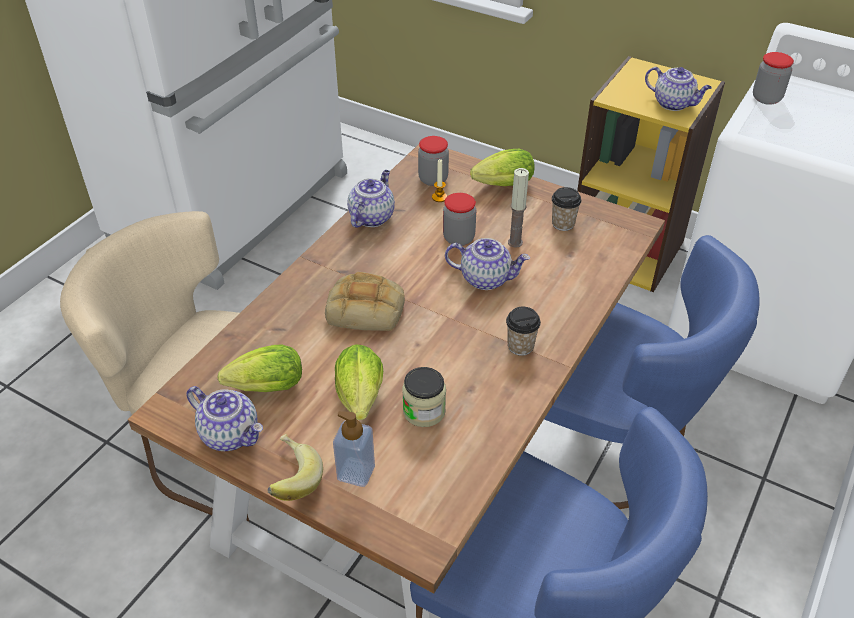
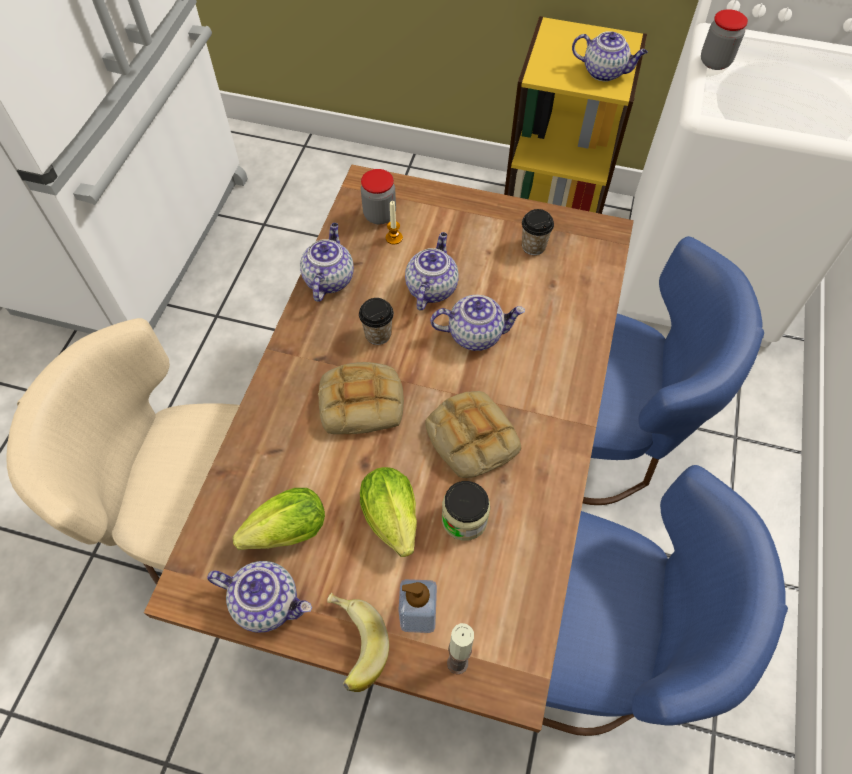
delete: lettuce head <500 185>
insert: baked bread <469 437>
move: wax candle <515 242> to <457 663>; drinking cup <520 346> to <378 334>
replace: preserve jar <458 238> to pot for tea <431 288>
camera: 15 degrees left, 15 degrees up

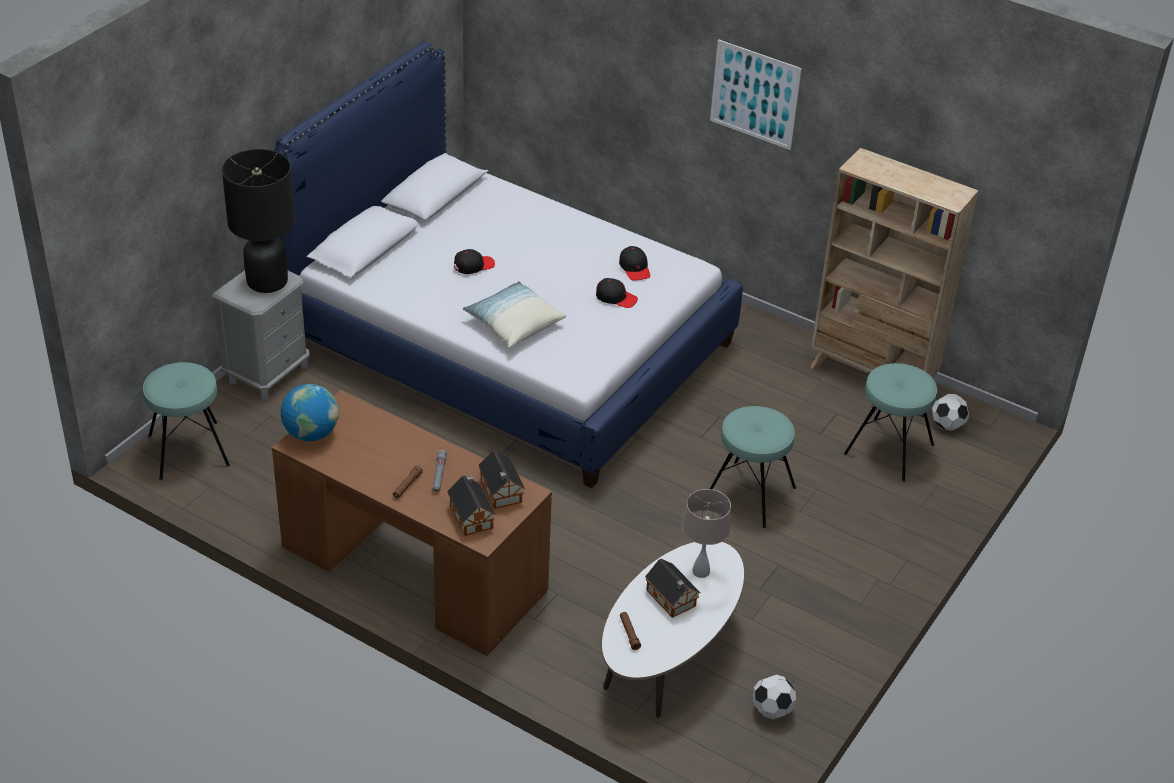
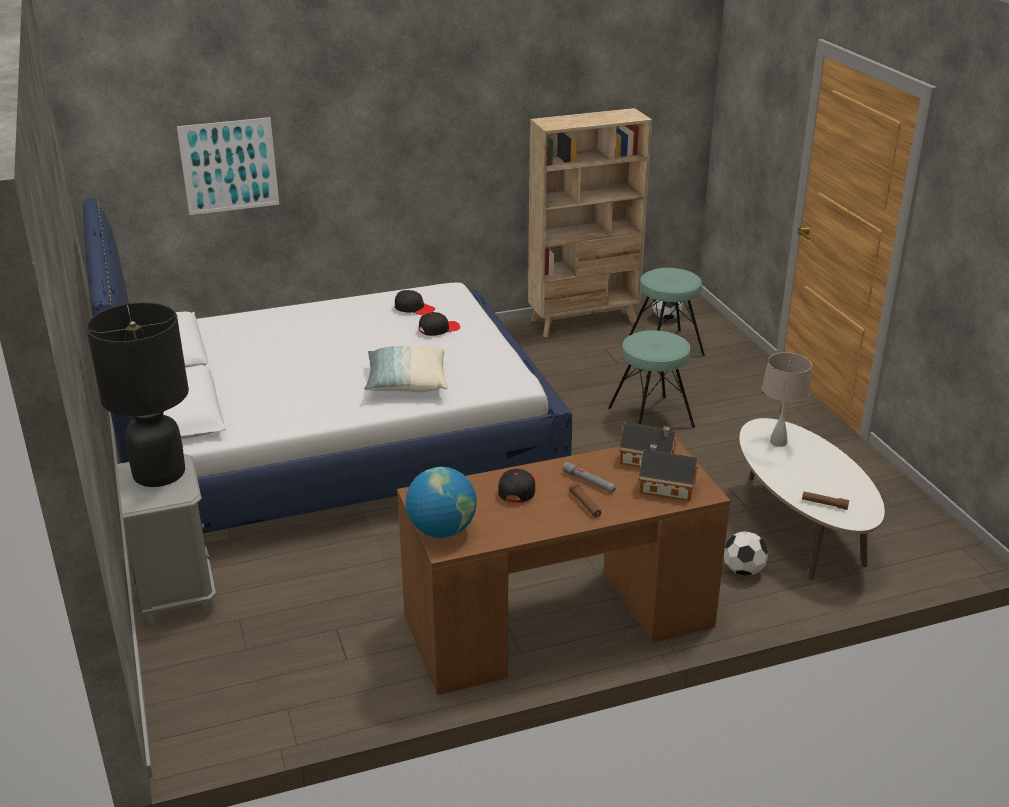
delete: blue-green stool <188 450>; toy house <671 599>
move: wall picture <754 94> to <229 166>; black cap <473 266> to <517 489>; football <772 710> to <743 570>
camera: 50 degrees left, 10 degrees down

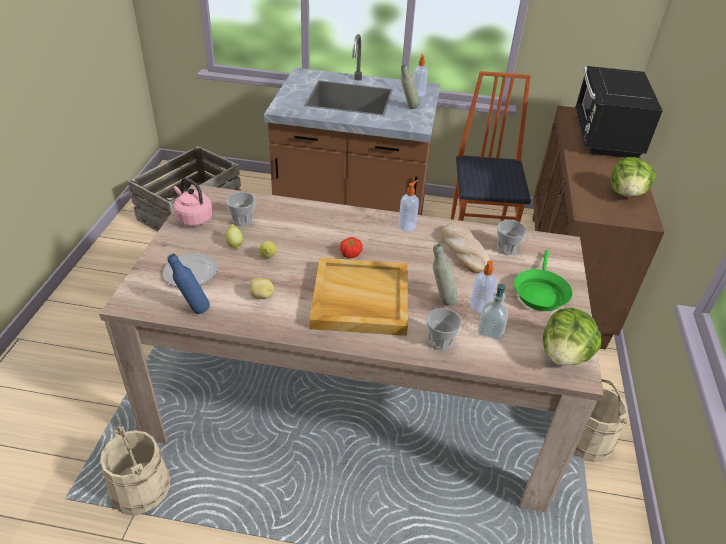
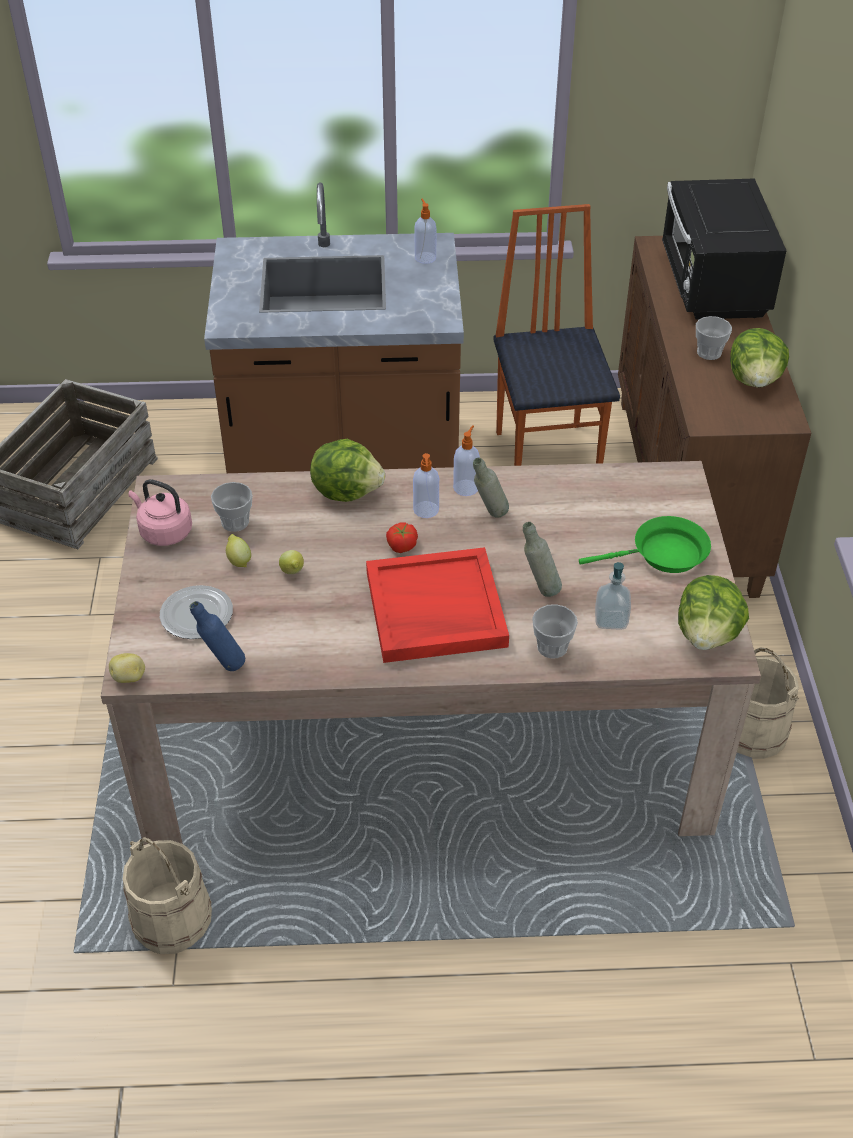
delete: baked bread <463 250>
insert: lettuce head <347 491>
move: greyish beverage bottle <408 108> to <489 516>; drinking cup <507 249> to <709 352>; liquid soap bottle <480 307> to <426 510>; whole potato <262 296> to <129 678>
recolor: sand-coloured serving tray <359 300> to red-coloured serving tray <434 610>
rotate: greenish pan <540 293> = <663 555> 105 degrees counterclockwise
camera: 10 degrees left, 5 degrees up

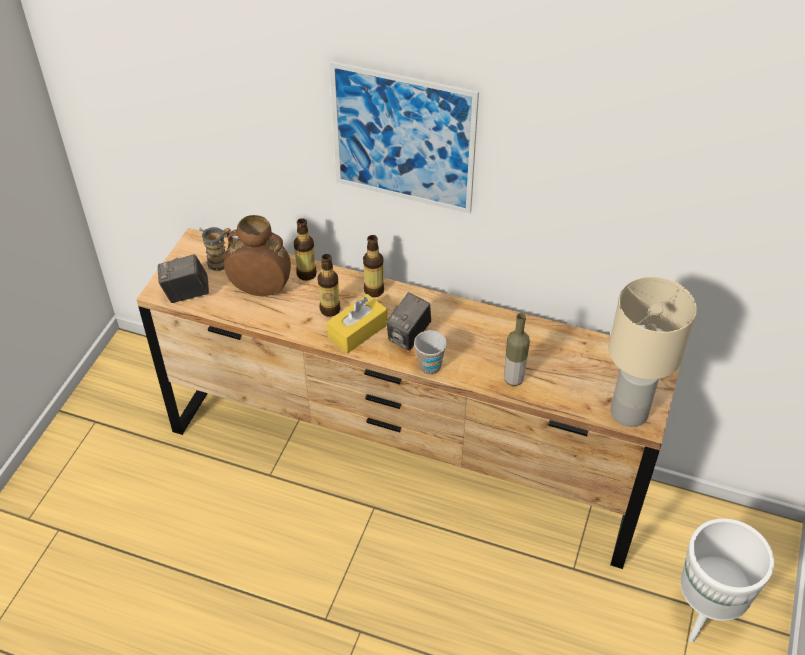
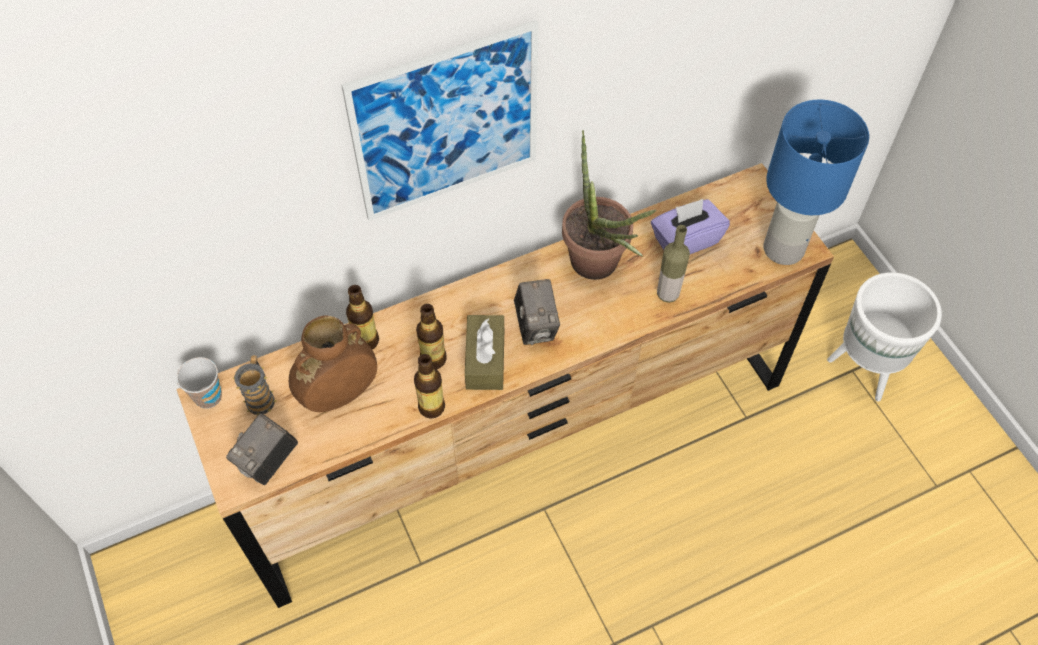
insert: houseplant <599 269>; purplish box of tissues <685 240>
move: beverage bottle <373 290> to <431 407>; drinking cup <429 366> to <208 397>
recolor: sand-coloured lamp for a table <628 411> to bluish lamp for a table <782 248>; yellow-coloured box of tissues <357 331> to brownish box of tissues <485 359>
camera: 45 degrees left, 10 degrees up

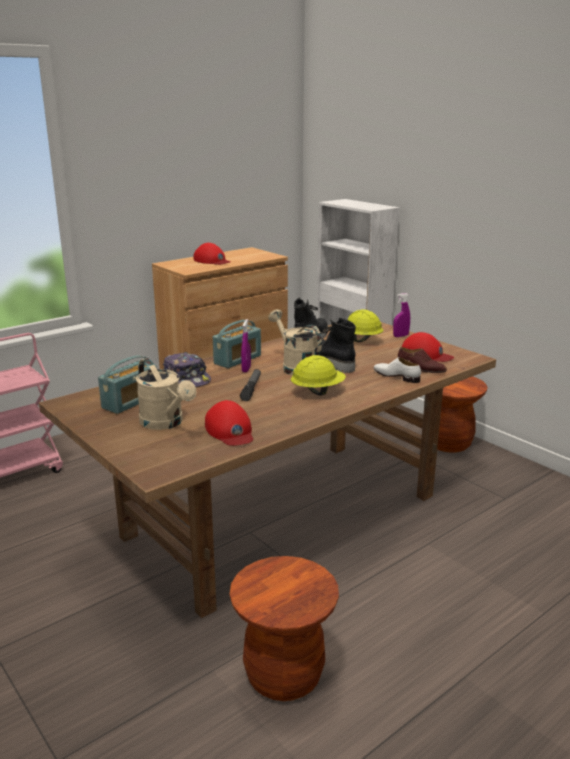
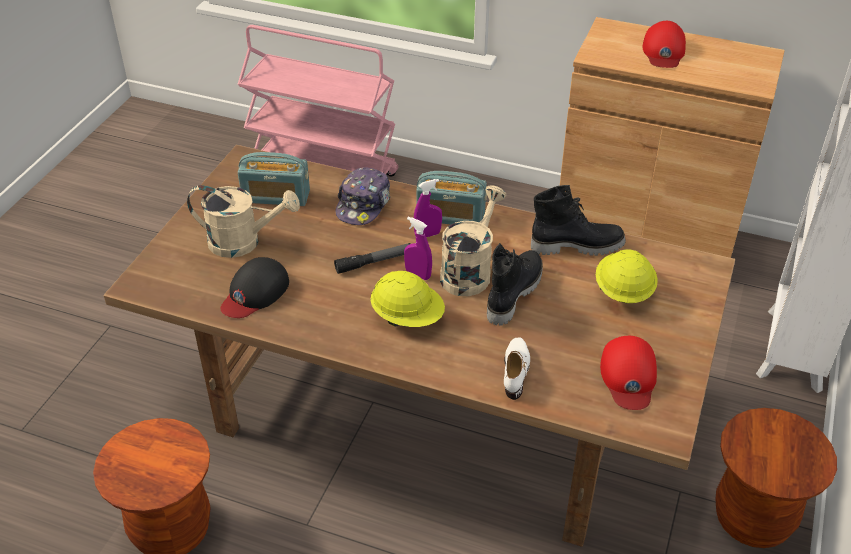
delete: brownish low shoe <421 369>
move: purplish sprayer <400 336> to <418 274>
recolor: red-coloured cap <230 431> to black cap <255 293>
rotate: sand-coloured sprinkling can <166 423> = <244 242> 105 degrees counterclockwise
camera: 60 degrees right, 20 degrees up

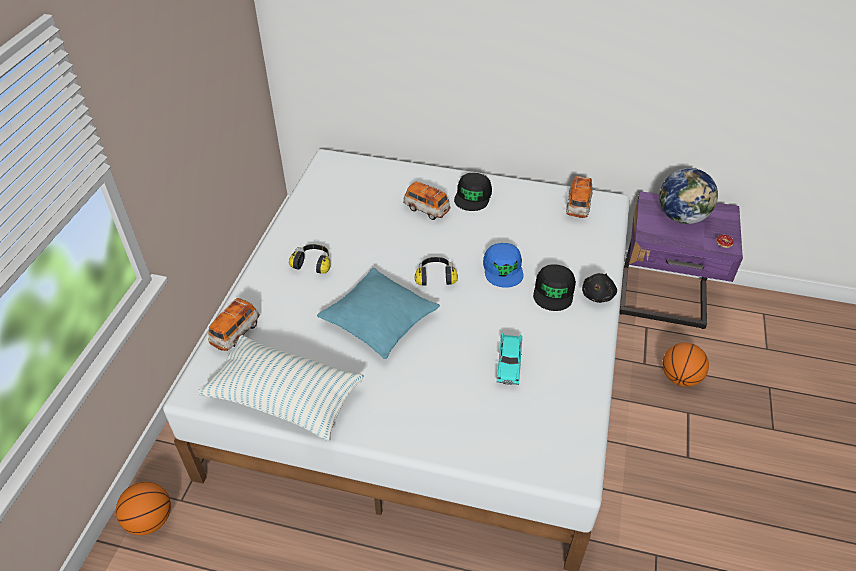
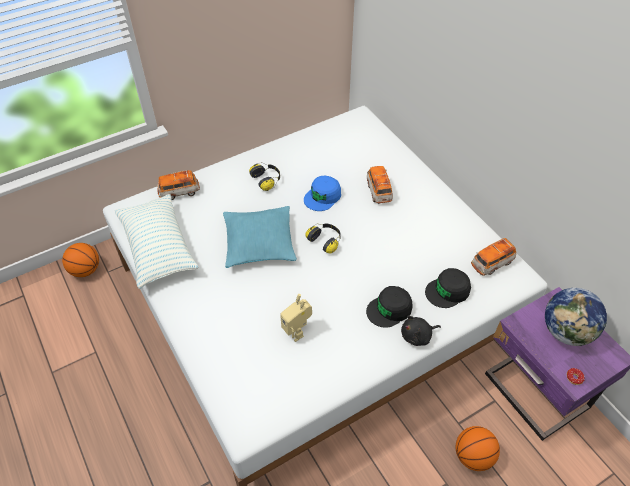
move: black cap <473 196> to <448 291>; bluish cap <503 269> to <323 196>
replace: blue-green miniature car <509 363> to robot figure <297 331>
camera: 45 degrees right, 5 degrees up

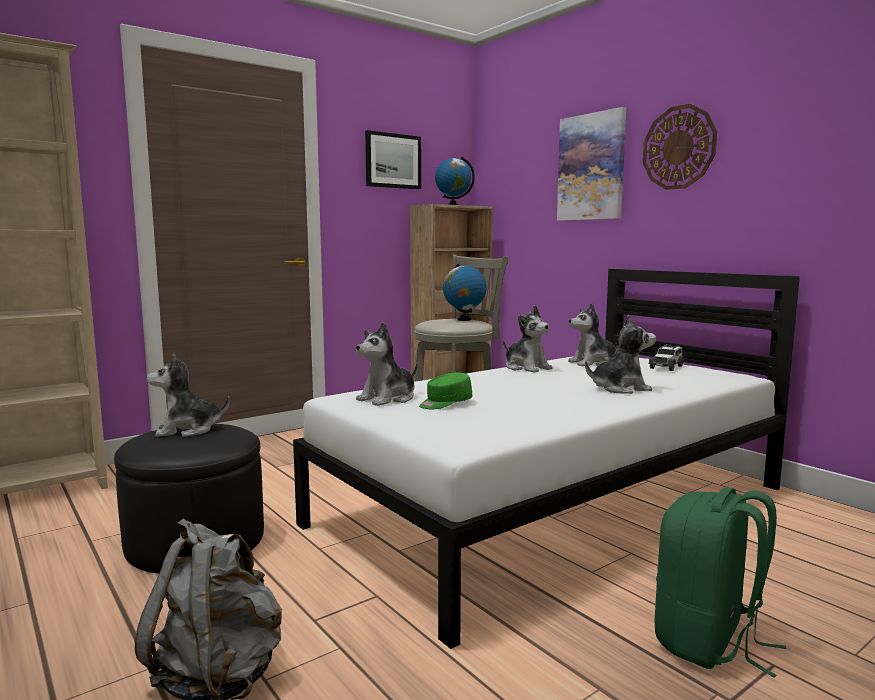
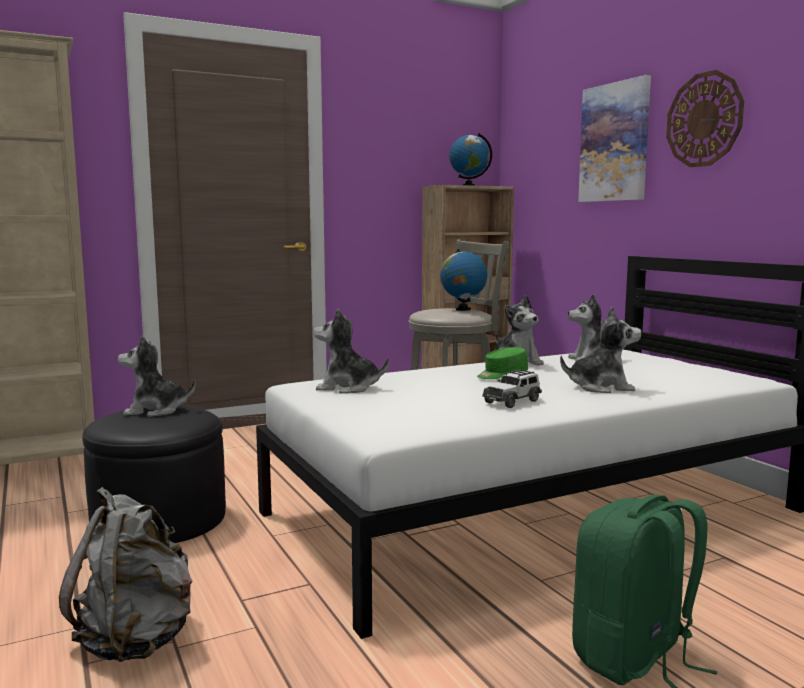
delete: wall picture <392 161>
move: miniature car <666 367> to <512 401>; greenish cap <445 403> to <501 375>
rotate: plush toy <388 398> = <347 388> 45 degrees clockwise
camera: 10 degrees right, 0 degrees up

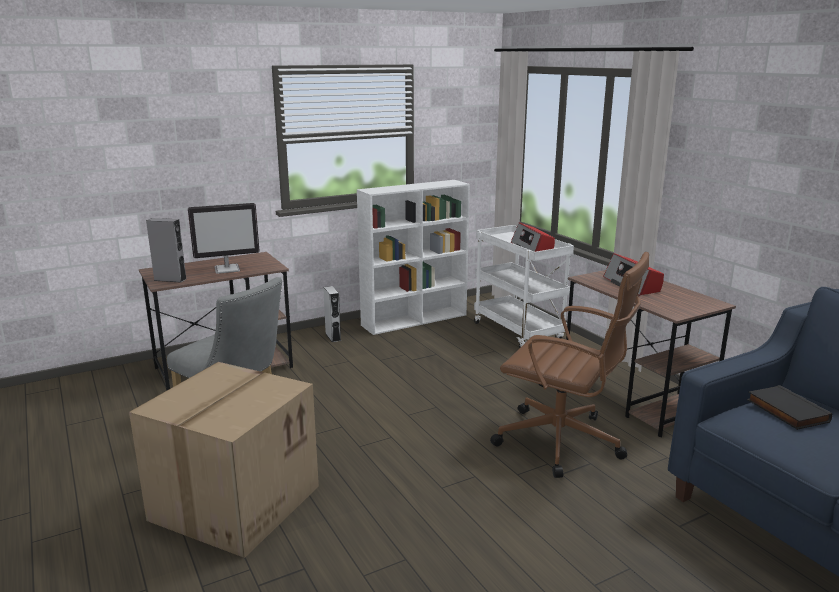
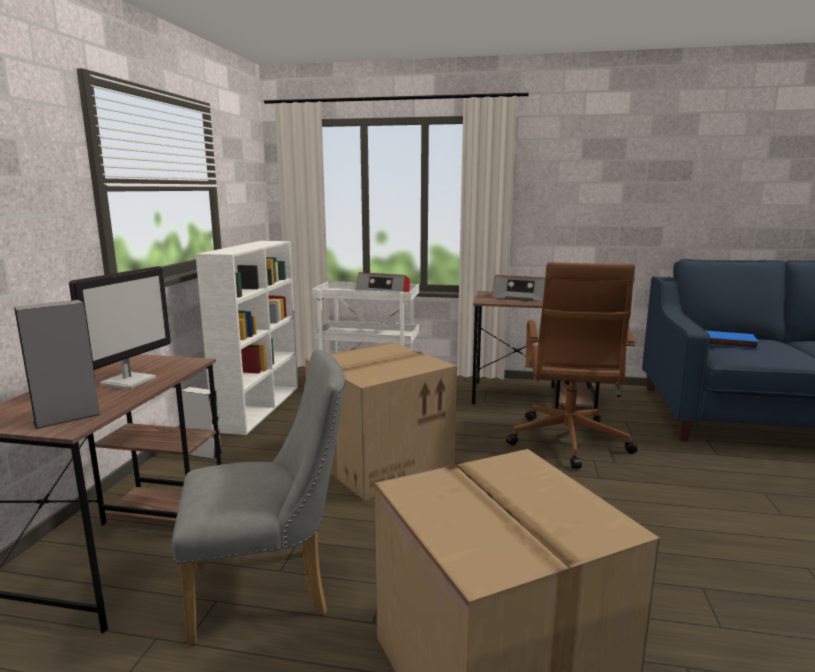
insert: carton <381 460>
recolor: black book <785 411> to bluish book <728 343>
rotate: brownish computer chair <562 442> = <568 442> 120 degrees clockwise
camera: 50 degrees left, 5 degrees down

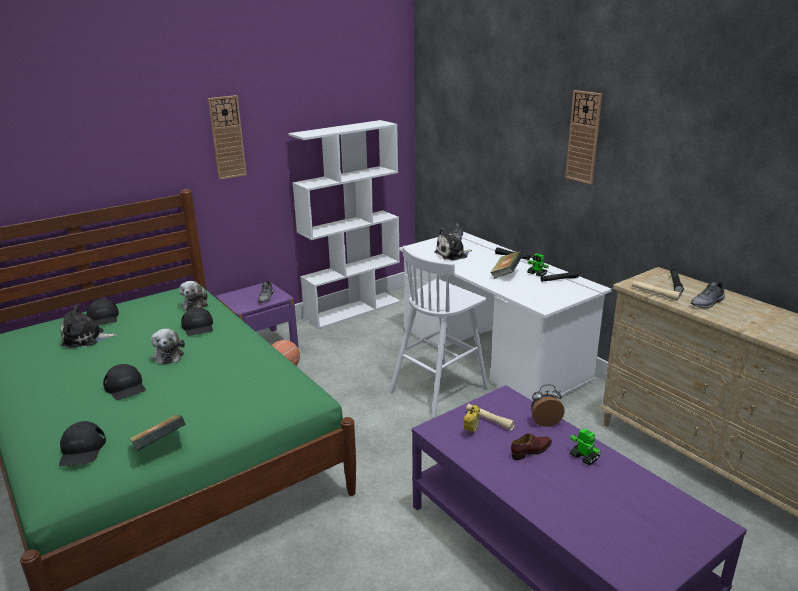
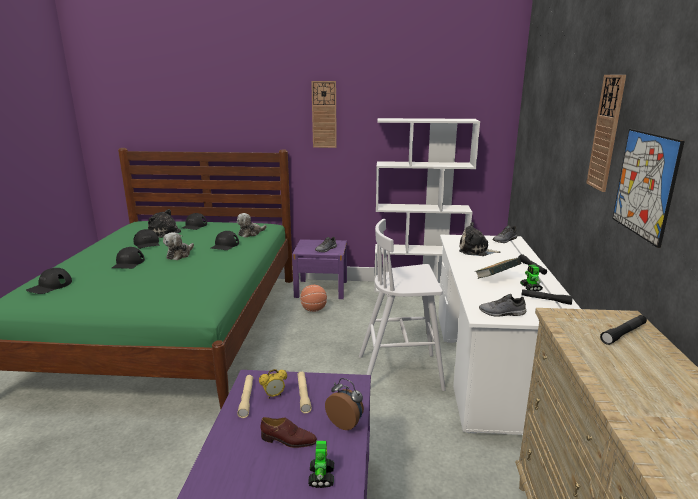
delete: book <160 446>
insert: wall picture <645 184>; black cap <147 244>
move: sand-coloured hand torch <655 294> to <246 399>; greyish low shoe <707 303> to <502 313>
camera: 40 degrees right, 5 degrees down

